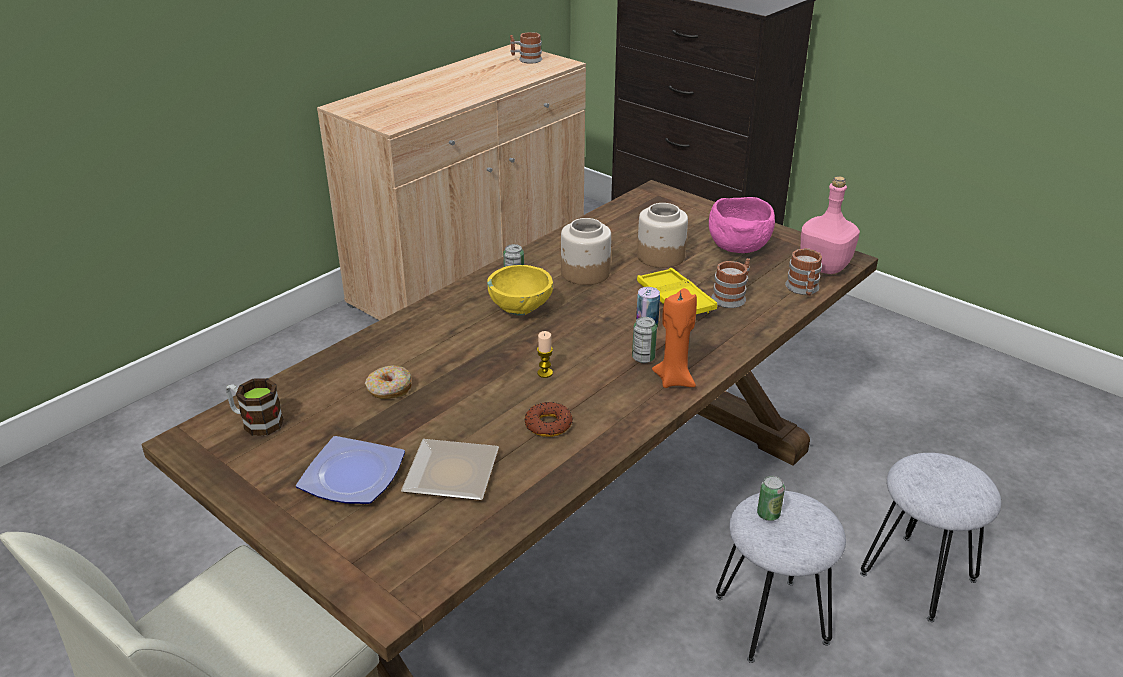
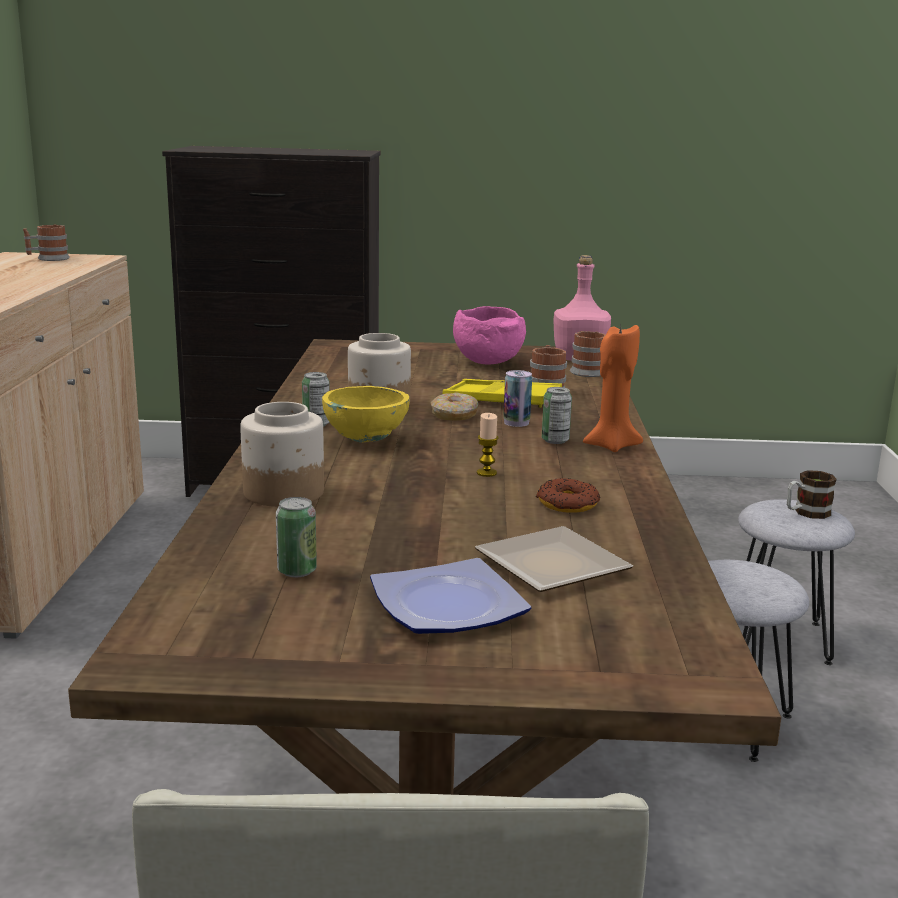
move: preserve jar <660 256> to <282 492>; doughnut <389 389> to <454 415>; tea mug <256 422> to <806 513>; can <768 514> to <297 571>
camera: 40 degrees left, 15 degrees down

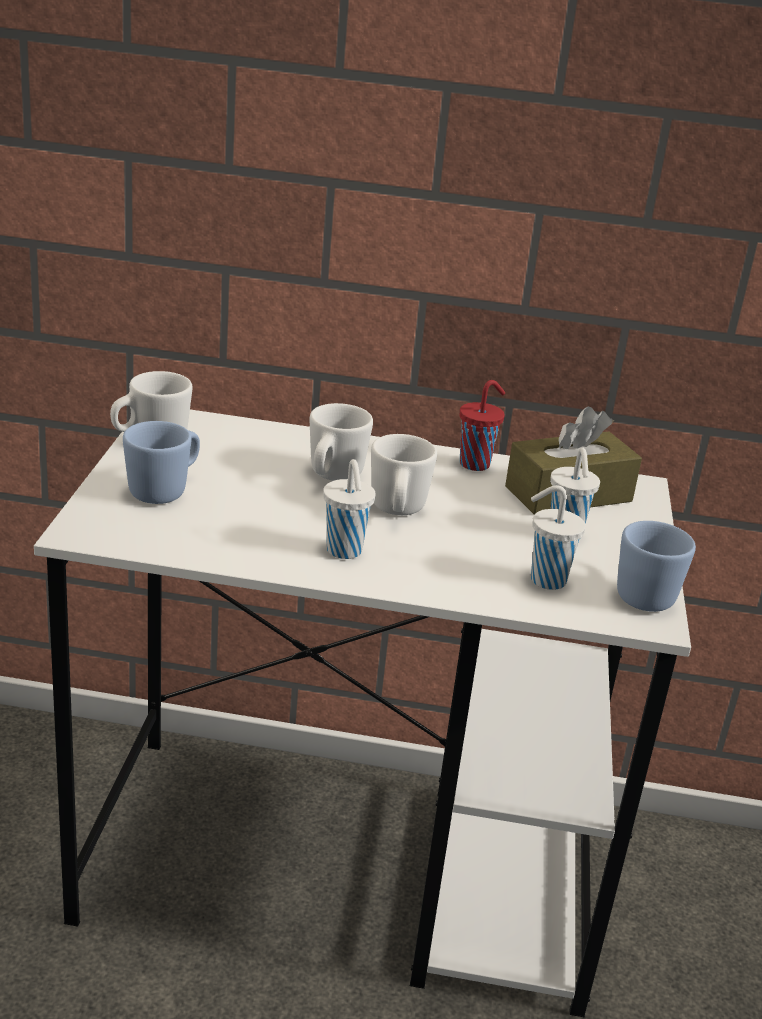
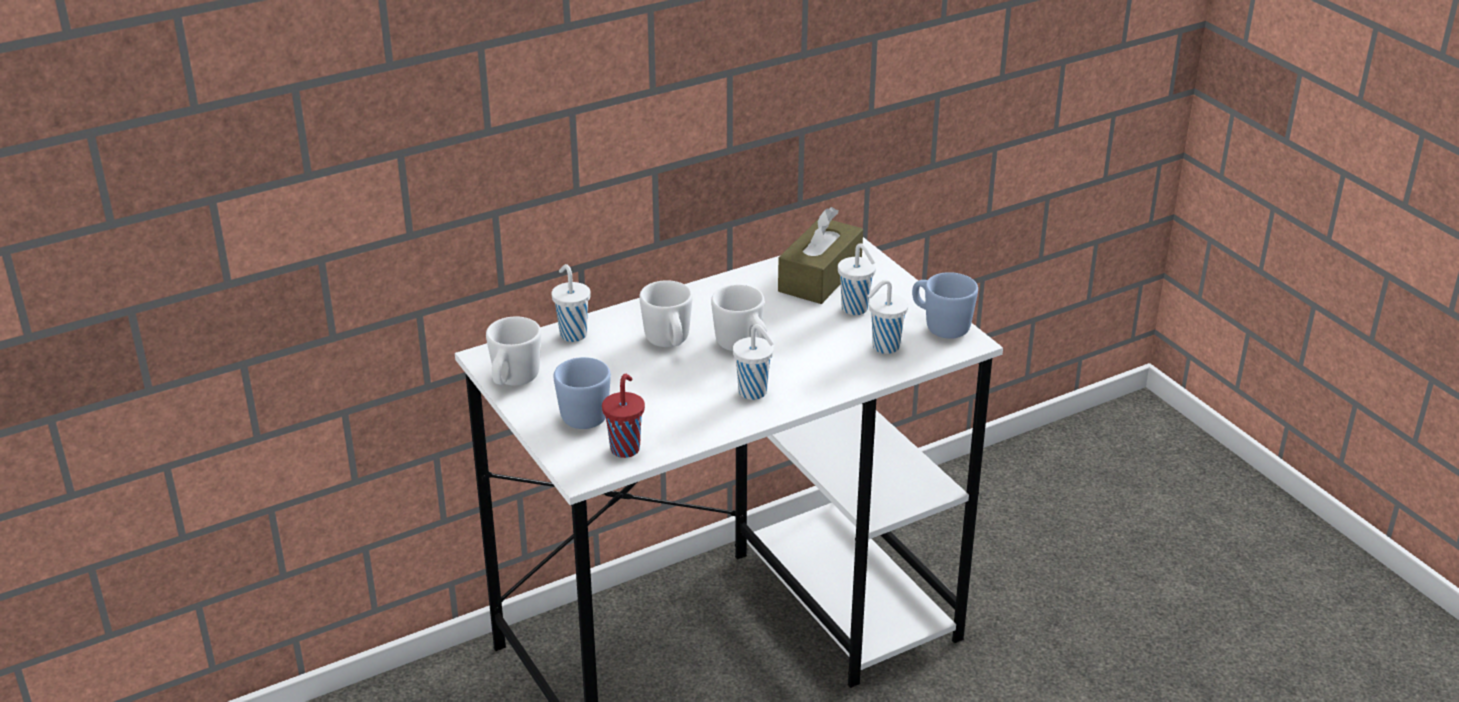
insert: white drinking cup <572 334>
move: red-coloured drinking cup <476 464> to <625 448>
camera: 35 degrees left, 5 degrees up

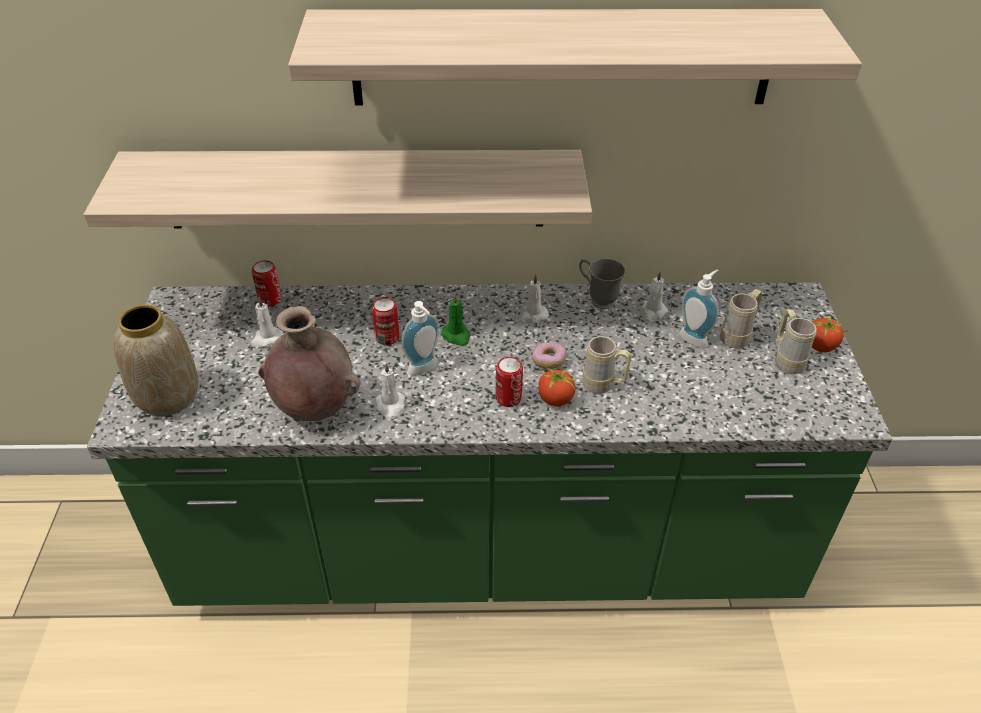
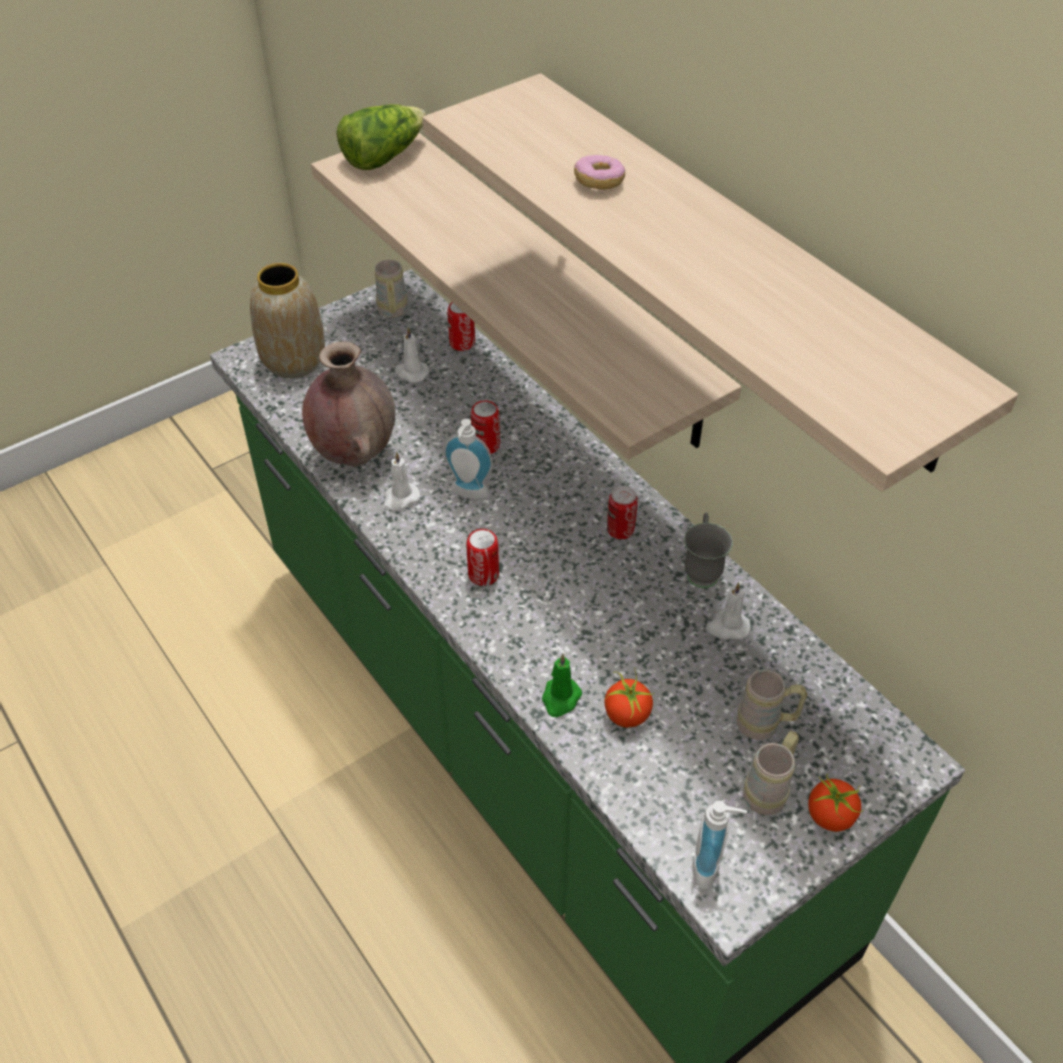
insert: lettuce head <383 156>
move: liquid soap bottle <695 338> to <711 867>; greenish wax candle <456 336> to <560 699>; sand-coloured tea mug <603 386> to <392 313>; doughnut <548 361> to <599 182>; whole tomato <555 399> to <626 714>
replace: white wax candle <532 316> to can <620 531>
camera: 55 degrees right, 5 degrees up

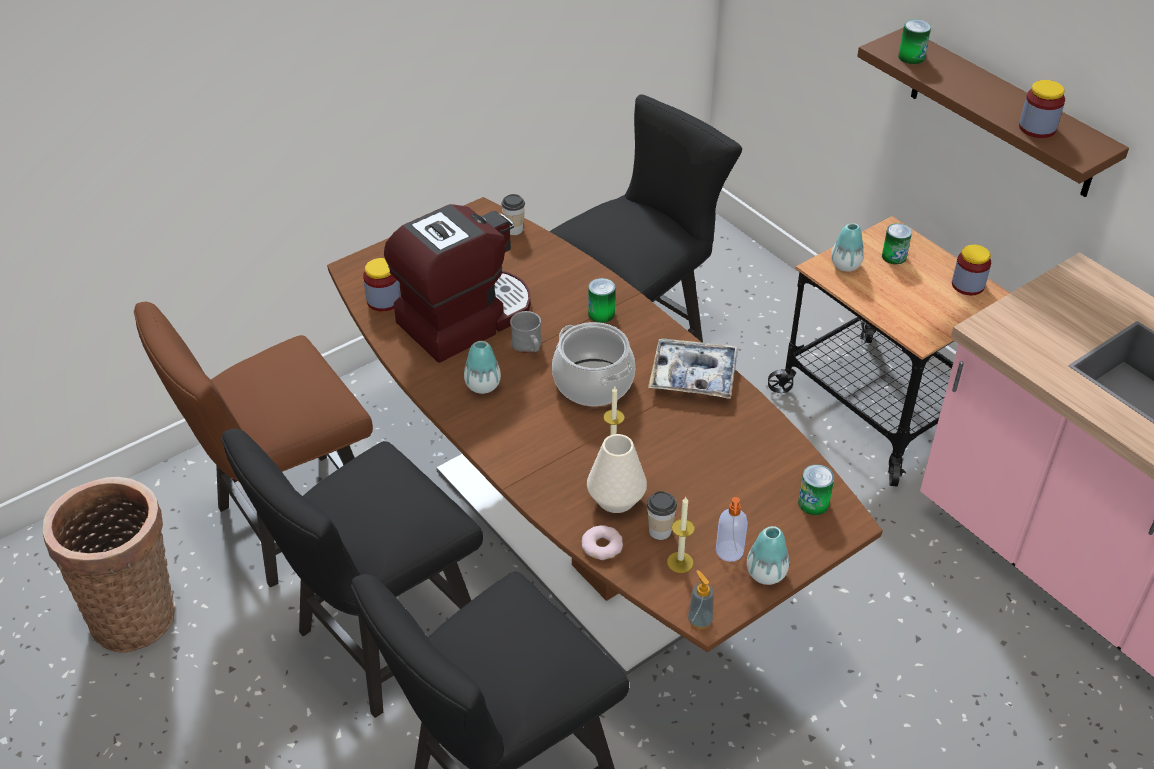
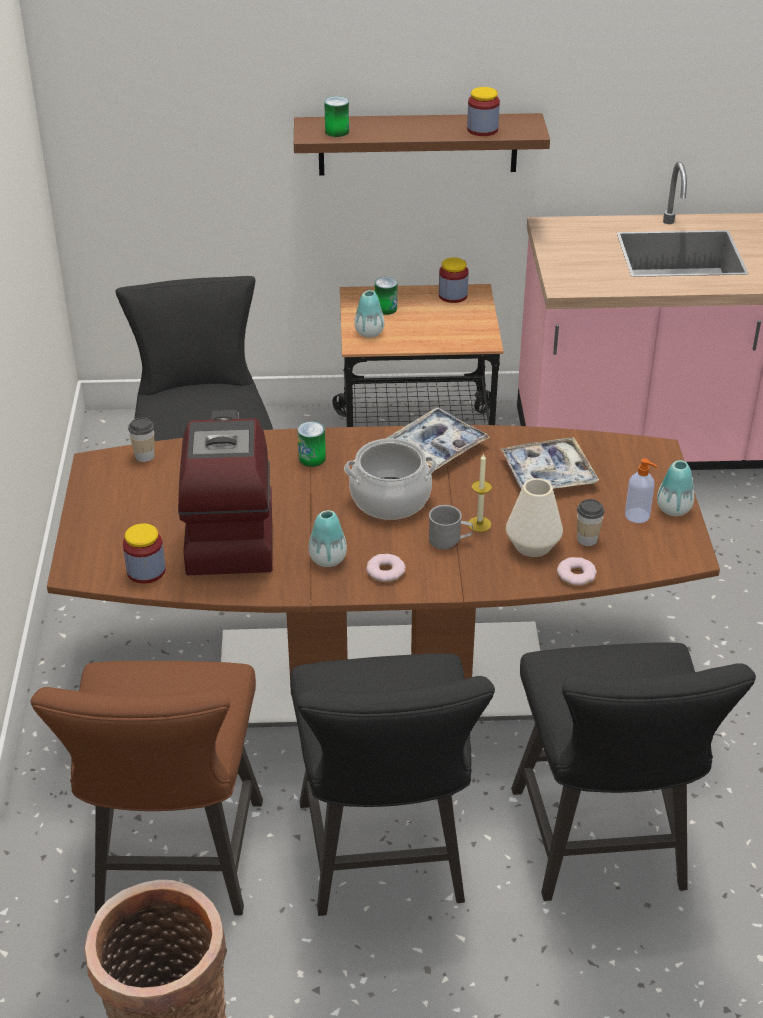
delete: can <813 503>; wax candle <680 562>; liquid soap bottle <700 620>
insert: serving tray <548 474>; doughnut <385 571>
move: greyish tea mug <528 347> to <450 540>
camera: 55 degrees left, 5 degrees down

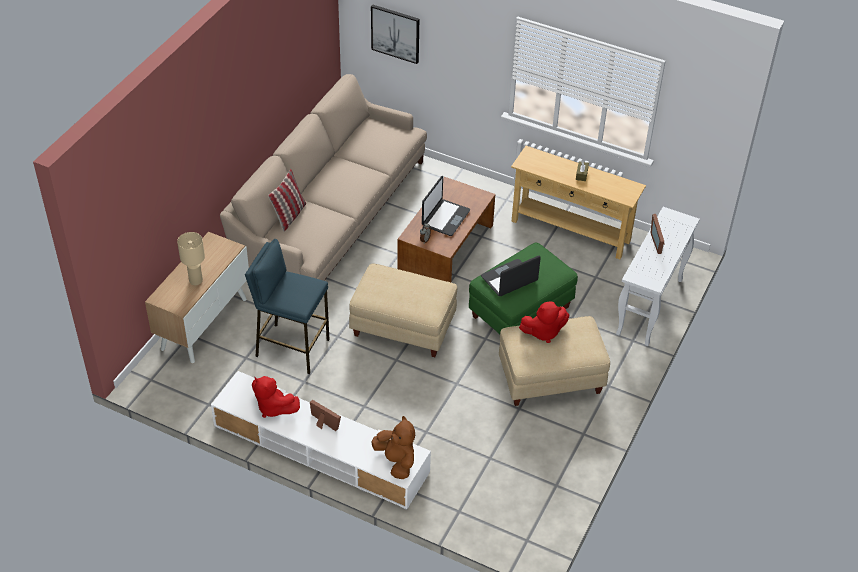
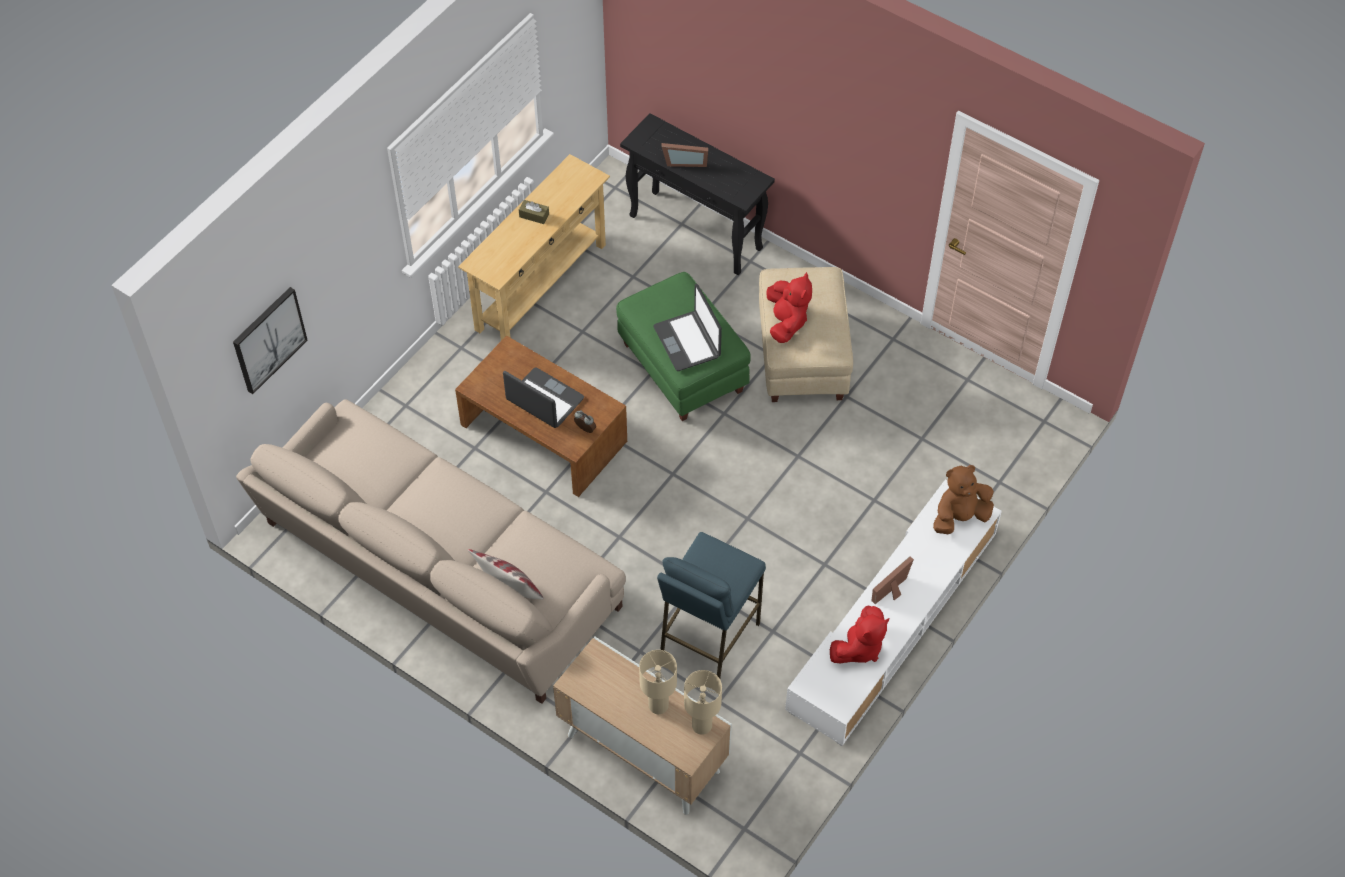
delete: sand-coloured footrest <403 328>
insert: sand-coloured lamp for a table <702 726>
recolor: white hall table <649 307> to black hall table <697 233>
camera: 80 degrees left, 10 degrees up

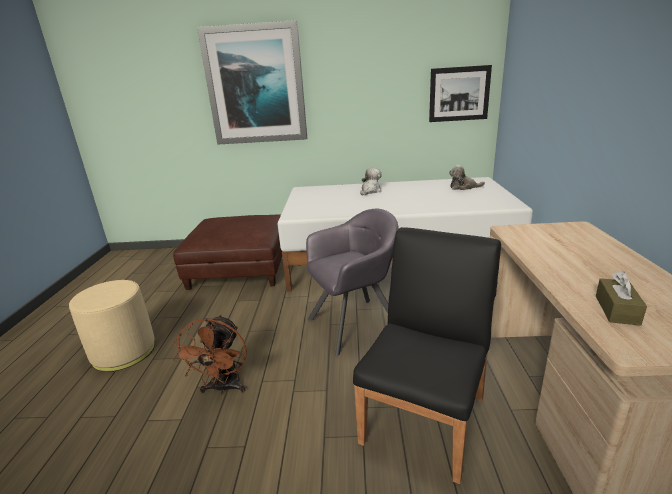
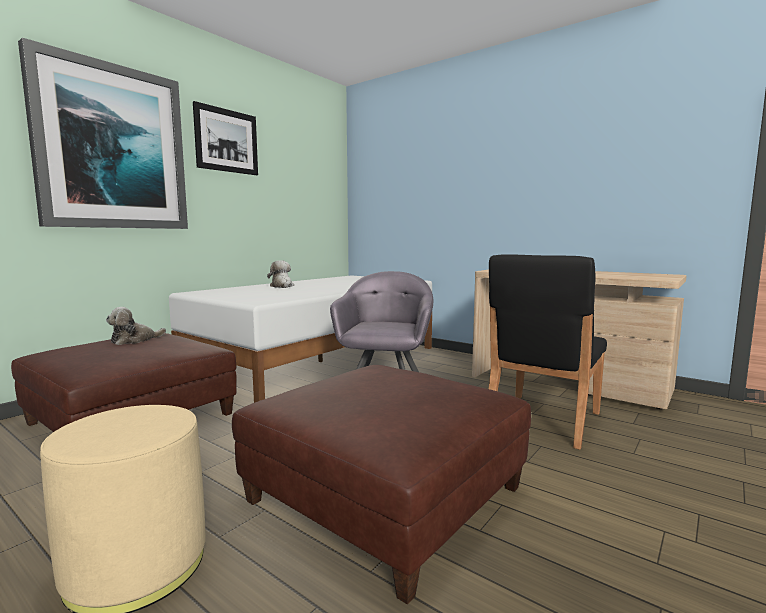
delete: brownish box of tissues <617 310>
move: wall picture <459 94> to <227 141>; plush toy <463 187> to <134 340>
replace: brownish cooling fan <223 388> to brownish footrest <385 493>
rotate: black upright chair <425 418> = <542 419> 120 degrees counterclockwise
camera: 55 degrees left, 15 degrees down

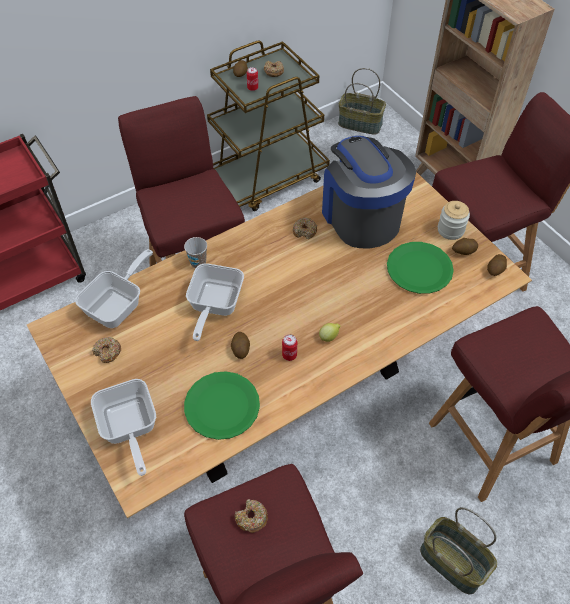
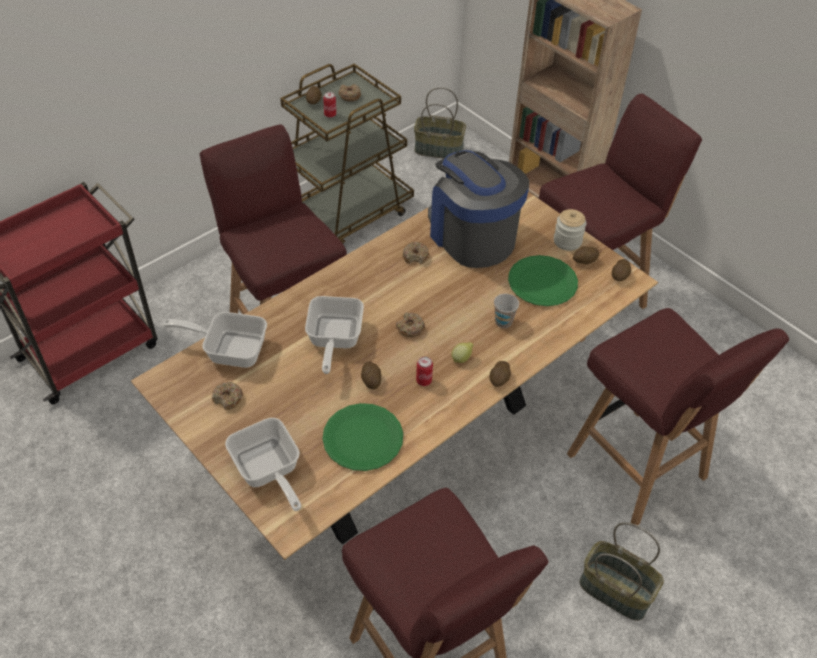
insert: whole potato <499 379>
move: drinking cup <198 262> to <503 322>; doughnut <251 518> to <410 328>
rotate: pan <118 304> = <229 349> 105 degrees counterclockwise
camera: 10 degrees left, 5 degrees down

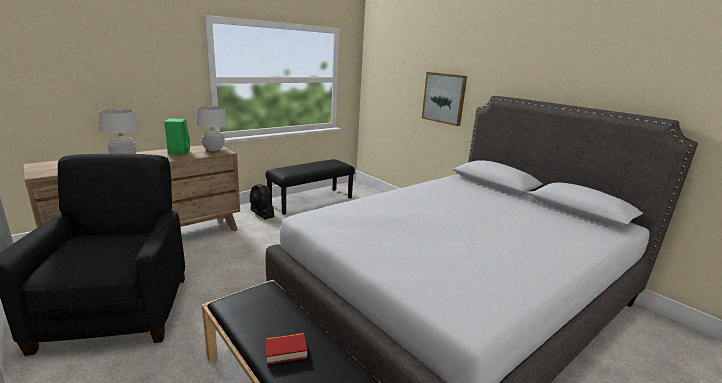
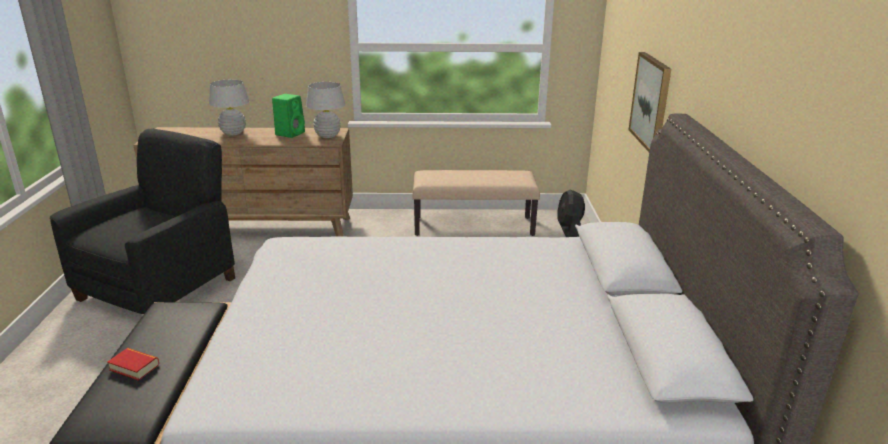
move: black cooling fan <262 213> to <569 230>
recolor: black indoor bench <311 201> to sand-coloured indoor bench <474 226>
camera: 40 degrees right, 5 degrees up

